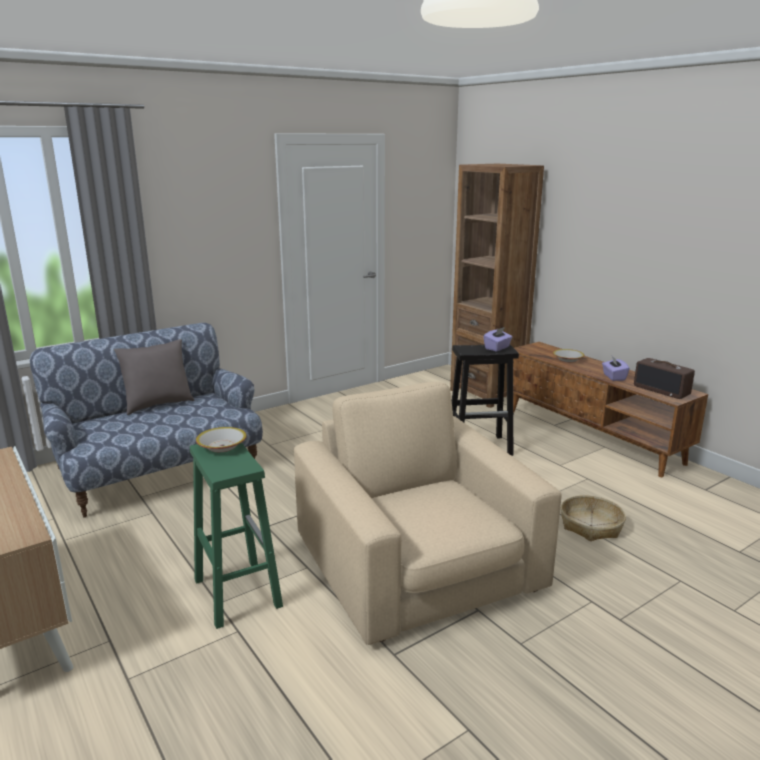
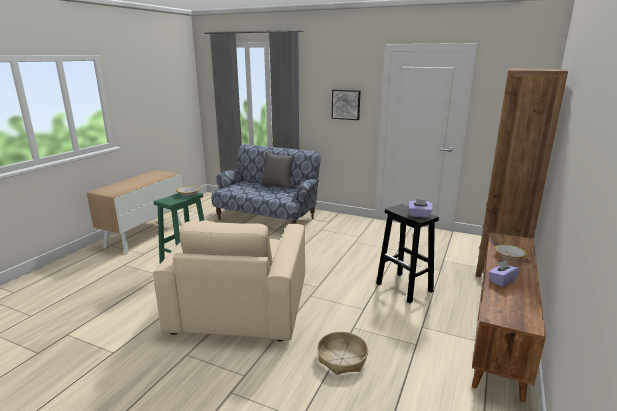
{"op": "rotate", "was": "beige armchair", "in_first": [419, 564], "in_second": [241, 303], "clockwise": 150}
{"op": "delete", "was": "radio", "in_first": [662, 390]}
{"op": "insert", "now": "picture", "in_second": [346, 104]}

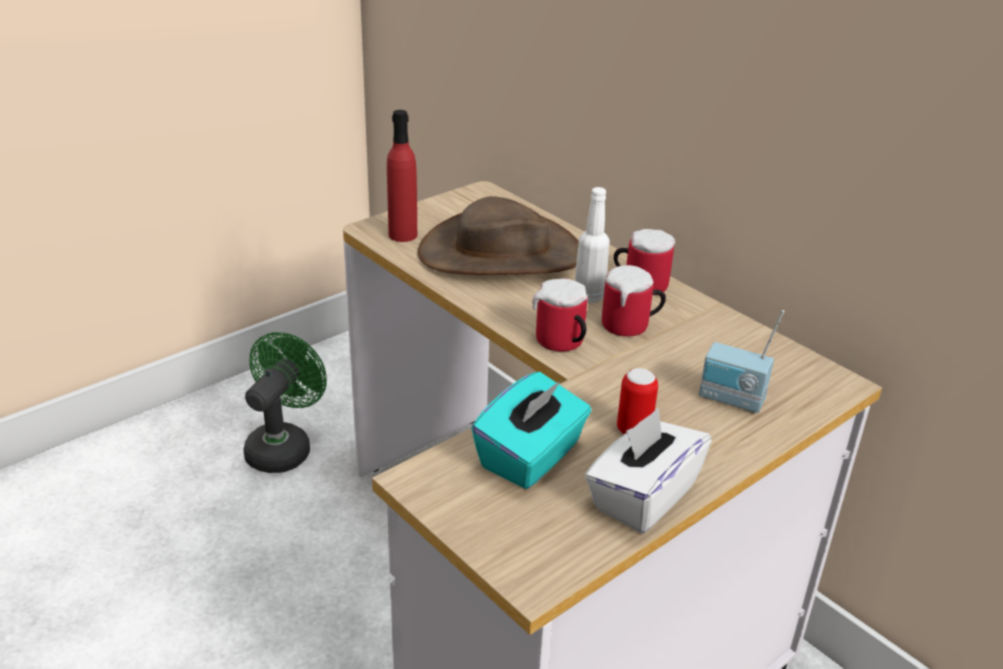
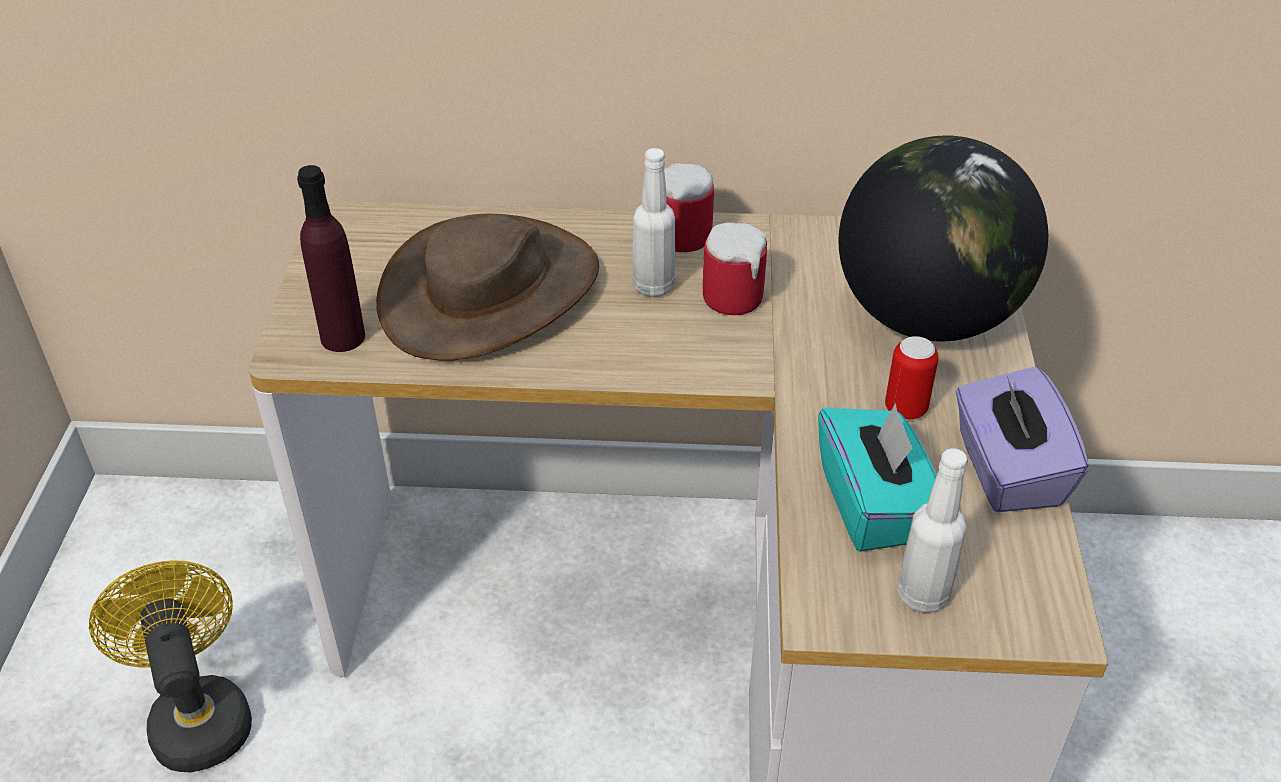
{"op": "recolor", "was": "green fan", "now": "yellow fan", "in_first": [283, 446], "in_second": [197, 715]}
{"op": "recolor", "was": "red bottle", "now": "purple bottle", "in_first": [403, 235], "in_second": [343, 337]}
{"op": "delete", "was": "mug", "in_first": [561, 344]}
{"op": "recolor", "was": "white tissue box", "now": "purple tissue box", "in_first": [642, 497], "in_second": [1006, 471]}
{"op": "replace", "was": "radio", "now": "globe", "in_first": [731, 400], "in_second": [926, 317]}
{"op": "insert", "now": "white bottle", "in_second": [923, 595]}

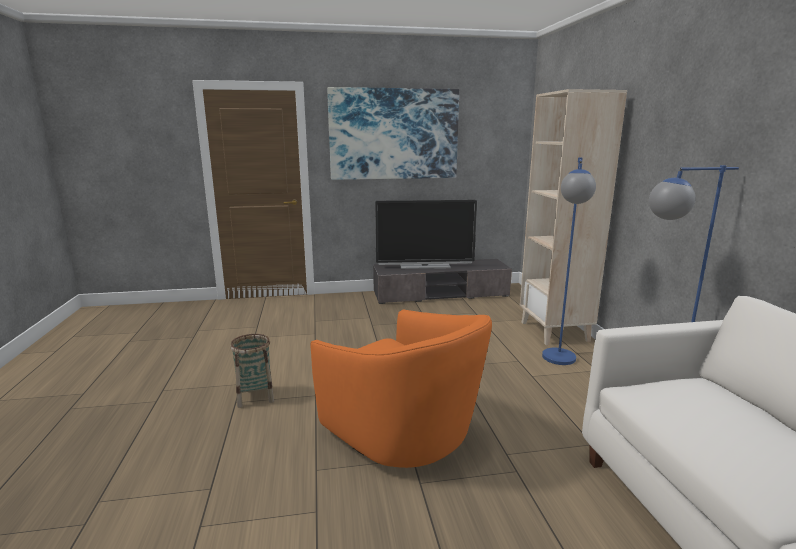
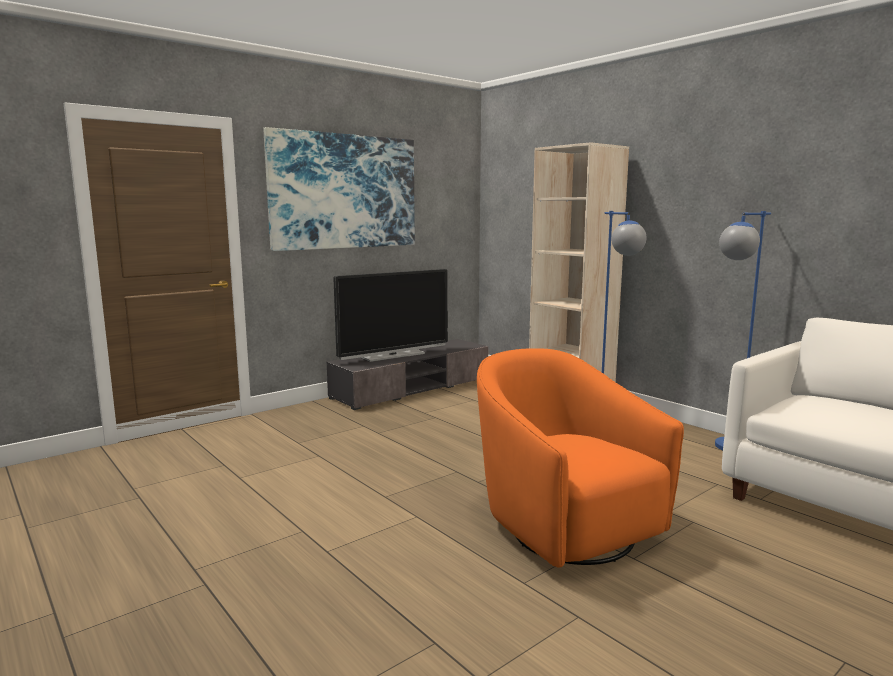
{"op": "delete", "was": "basket", "in_first": [255, 396]}
{"op": "rotate", "was": "orange armchair", "in_first": [403, 436], "in_second": [563, 525], "clockwise": -135}

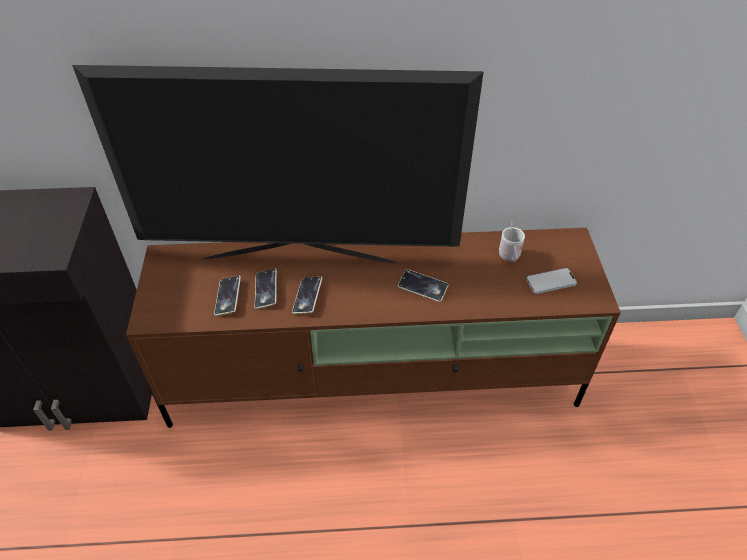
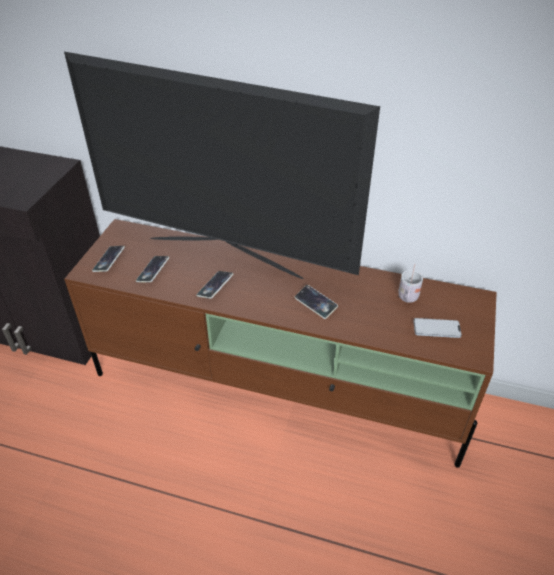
{"op": "move", "was": "phone", "in_first": [266, 290], "in_second": [109, 260]}

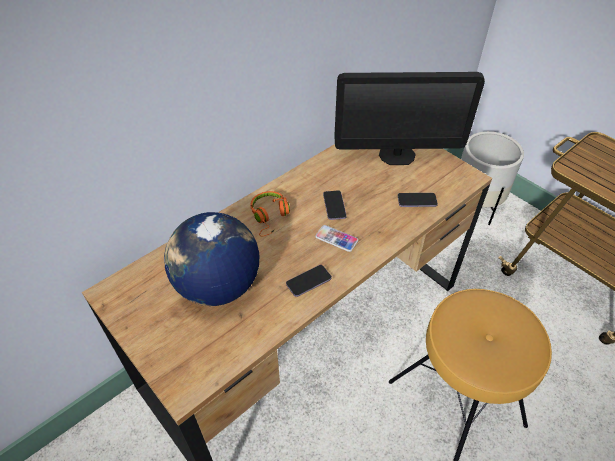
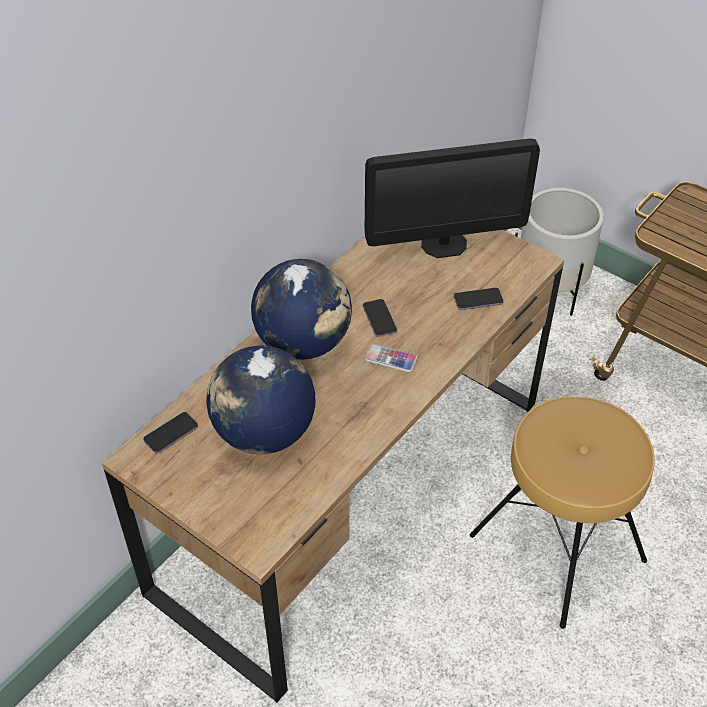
{"op": "replace", "was": "orange headphones", "now": "globe", "in_first": [270, 217], "in_second": [304, 343]}
{"op": "move", "was": "phone", "in_first": [308, 281], "in_second": [171, 434]}

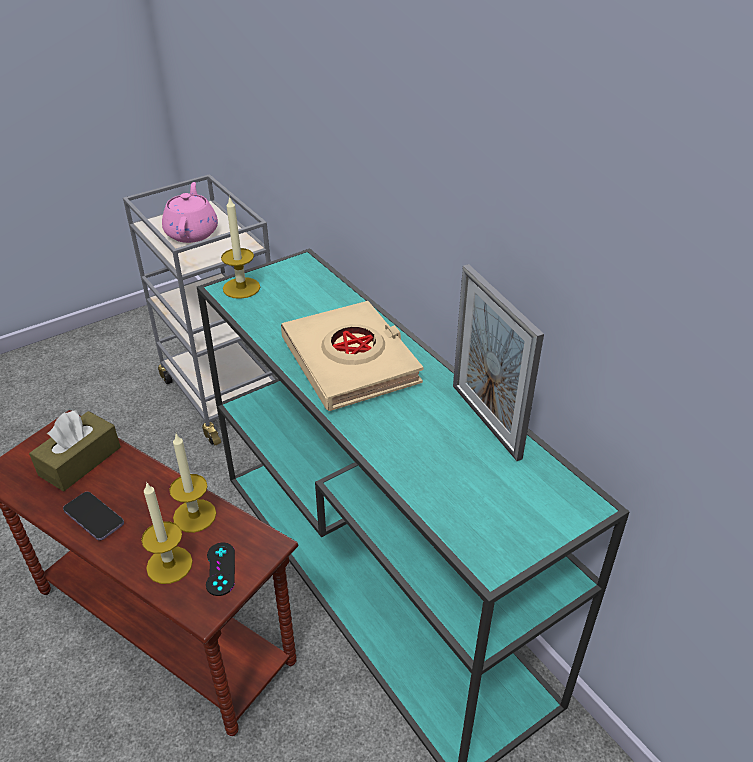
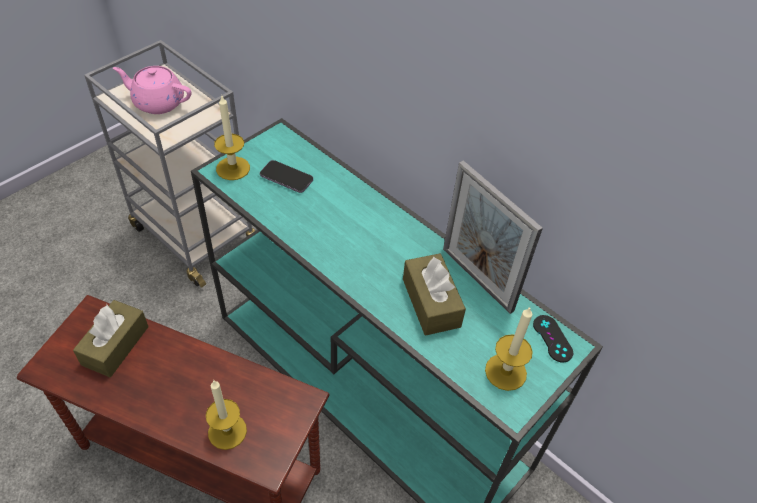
{"op": "move", "was": "phone", "in_first": [94, 517], "in_second": [286, 178]}
{"op": "rotate", "was": "pink teapot", "in_first": [192, 232], "in_second": [158, 102], "clockwise": -60}
{"op": "move", "was": "candle", "in_first": [194, 515], "in_second": [505, 372]}
{"op": "move", "was": "black game controller", "in_first": [220, 569], "in_second": [552, 338]}
{"op": "delete", "was": "beige book", "in_first": [351, 362]}
{"op": "insert", "now": "brown tissue box", "in_second": [431, 302]}

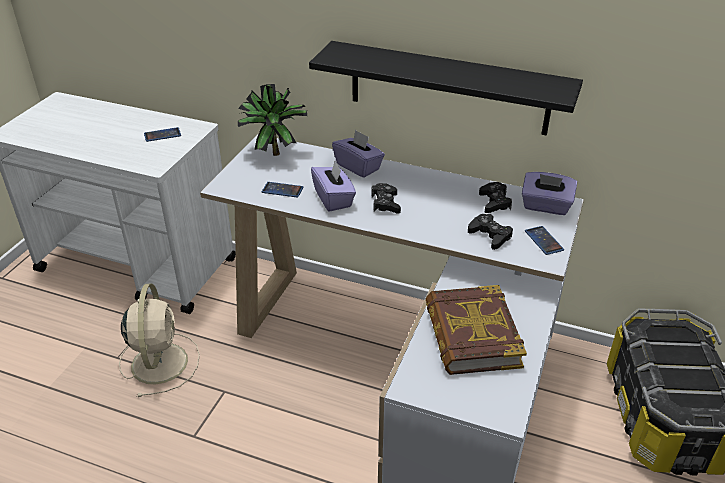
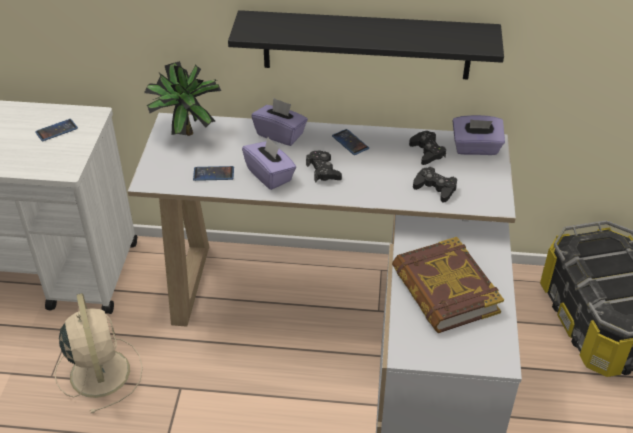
{"op": "move", "was": "phone", "in_first": [544, 241], "in_second": [350, 142]}

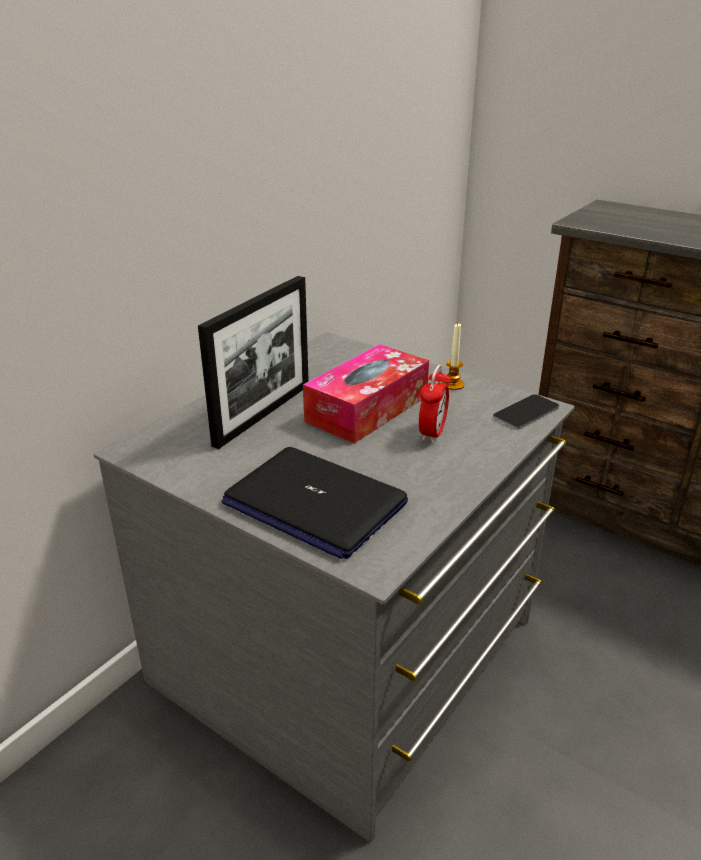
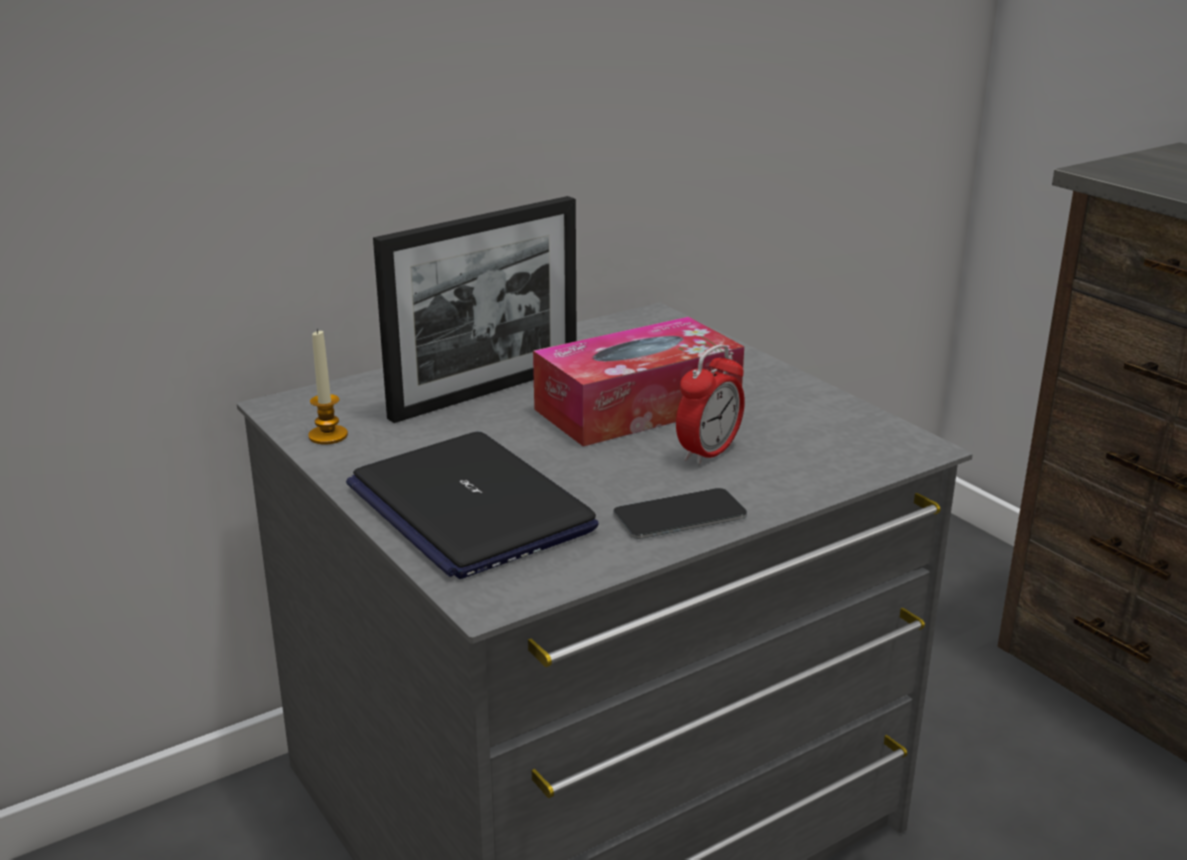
{"op": "move", "was": "candle", "in_first": [452, 385], "in_second": [328, 436]}
{"op": "move", "was": "phone", "in_first": [526, 412], "in_second": [679, 515]}

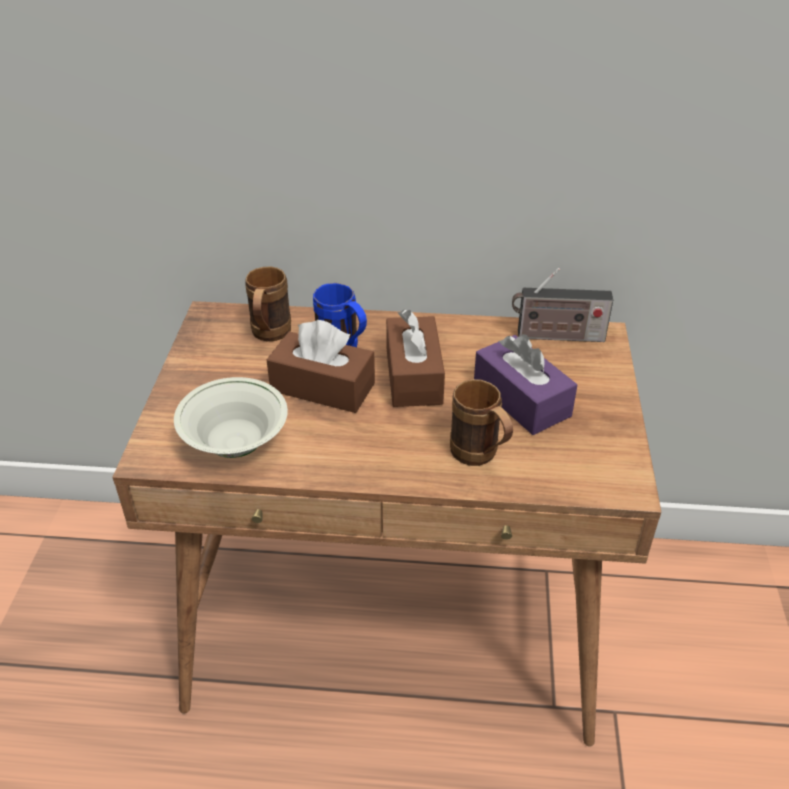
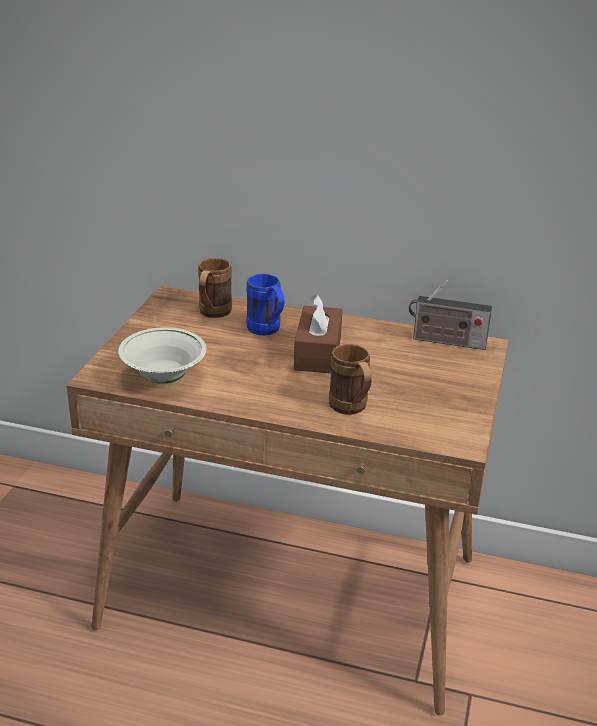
{"op": "delete", "was": "brown tissue box", "in_first": [322, 387]}
{"op": "delete", "was": "purple tissue box", "in_first": [521, 399]}

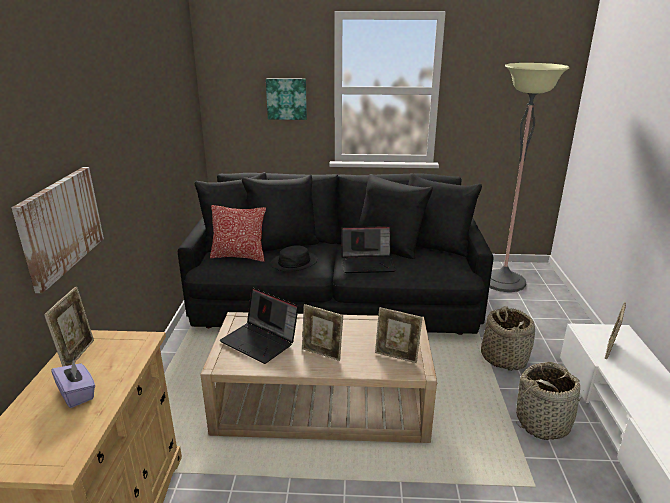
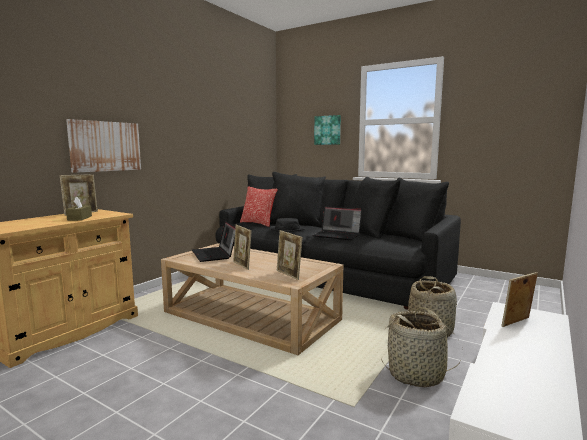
{"op": "delete", "was": "purple tissue box", "in_first": [77, 394]}
{"op": "delete", "was": "floor lamp", "in_first": [503, 281]}
{"op": "insert", "now": "brown tissue box", "in_second": [79, 218]}

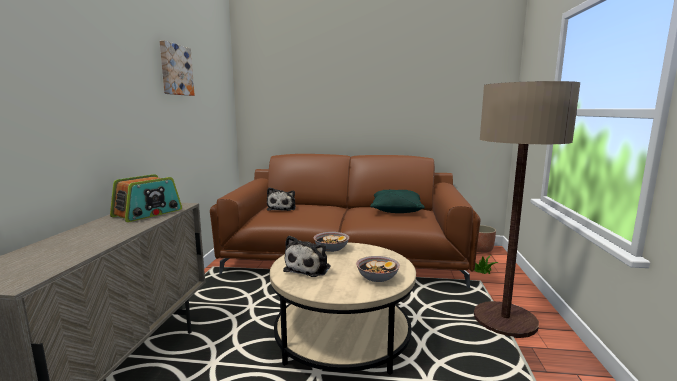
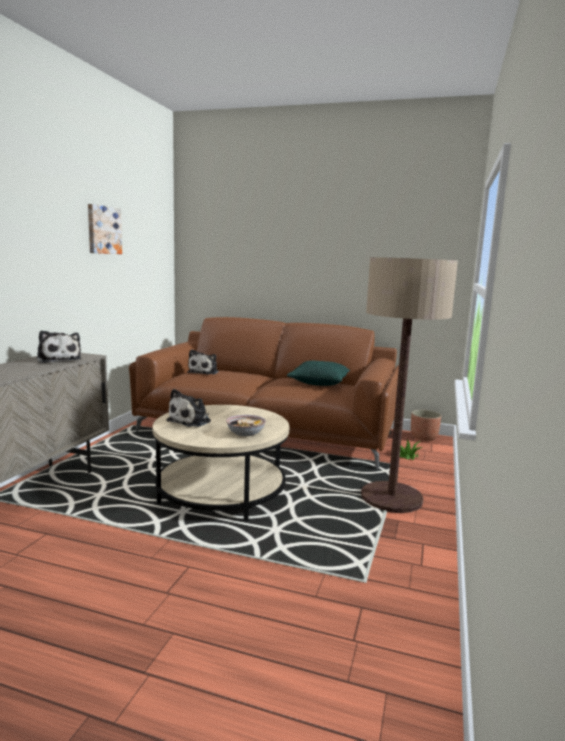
{"op": "replace", "was": "radio", "now": "plush toy", "in_first": [148, 213], "in_second": [58, 359]}
{"op": "delete", "was": "bowl", "in_first": [331, 248]}

